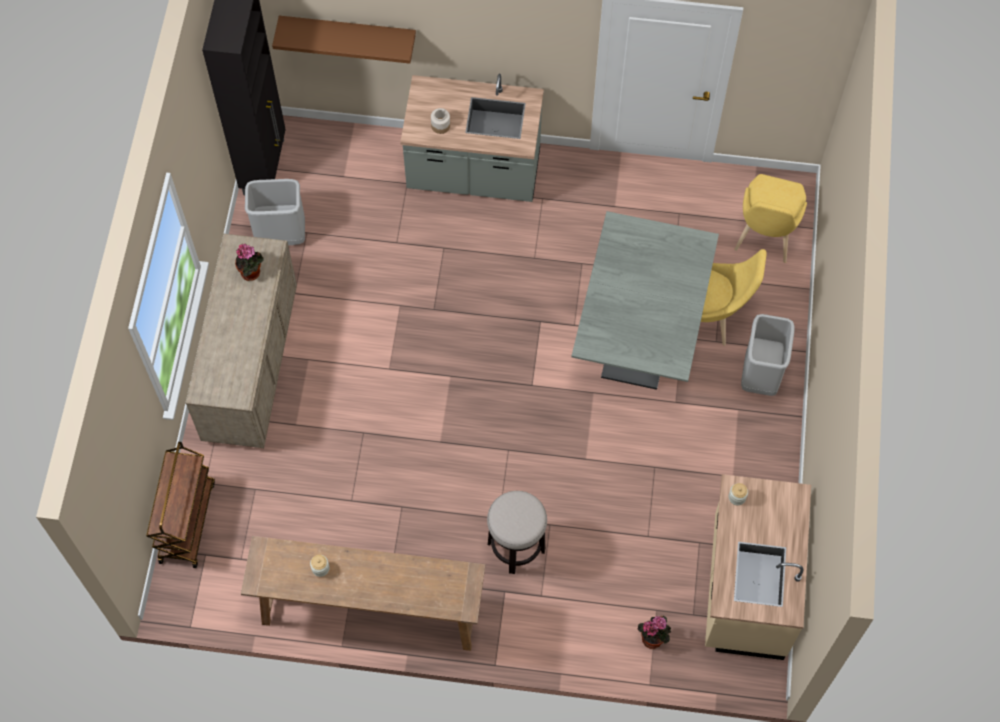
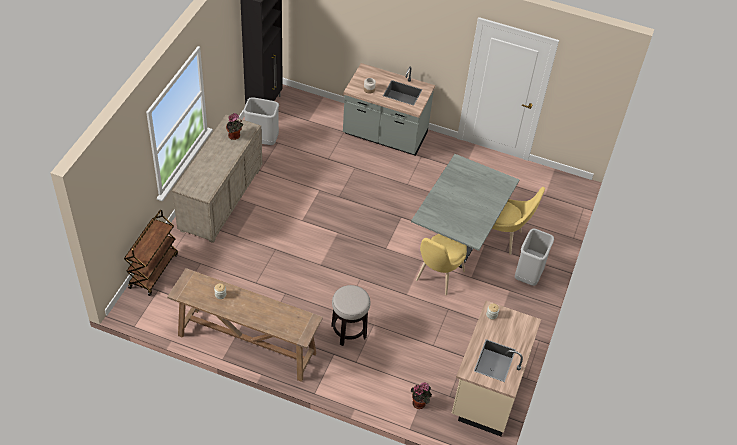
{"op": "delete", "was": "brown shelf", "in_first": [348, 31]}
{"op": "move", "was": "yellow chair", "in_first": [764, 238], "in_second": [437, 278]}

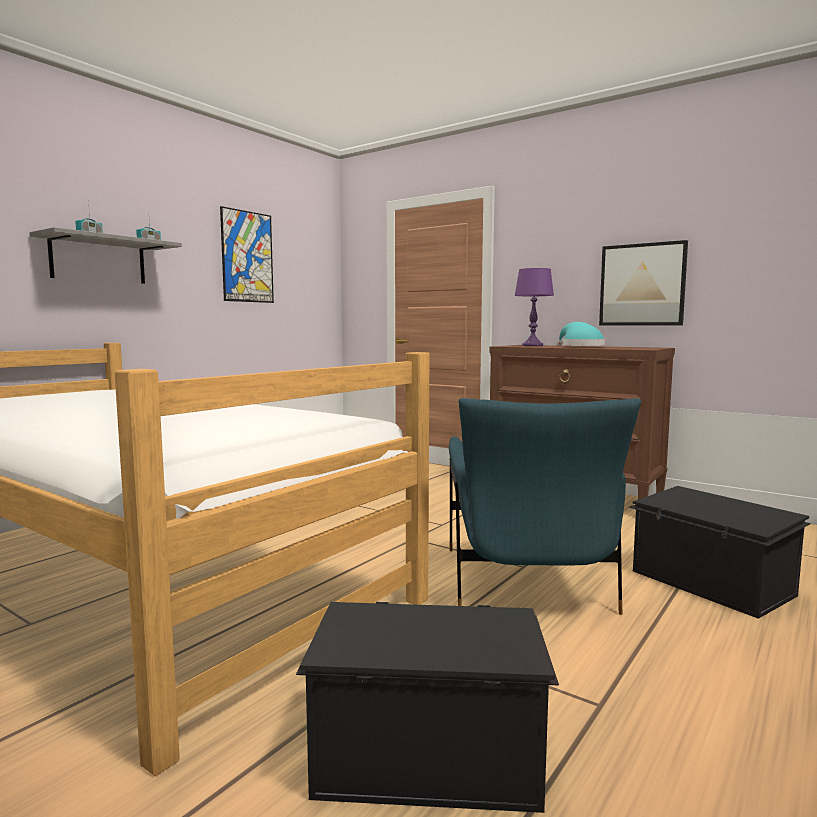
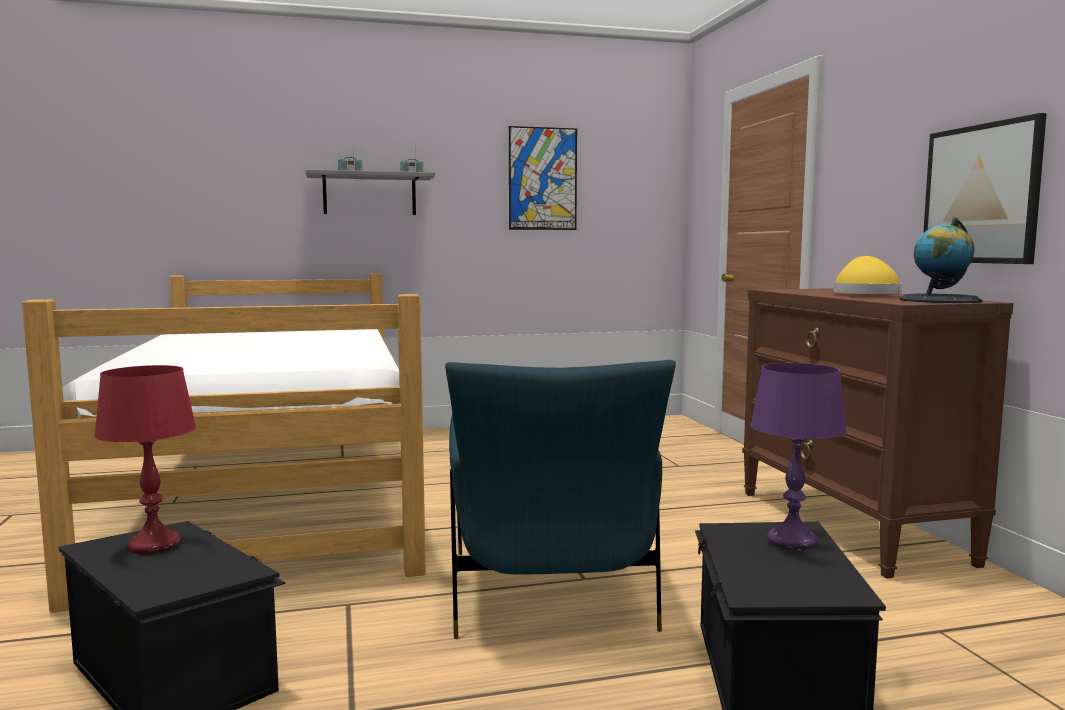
{"op": "rotate", "was": "blue armchair", "in_first": [526, 582], "in_second": [549, 593], "clockwise": -45}
{"op": "move", "was": "purple table lamp", "in_first": [532, 345], "in_second": [792, 541]}
{"op": "recolor", "was": "turquoise hat", "now": "yellow hat", "in_first": [580, 346], "in_second": [864, 294]}
{"op": "insert", "now": "red table lamp", "in_second": [154, 545]}
{"op": "insert", "now": "globe", "in_second": [940, 300]}

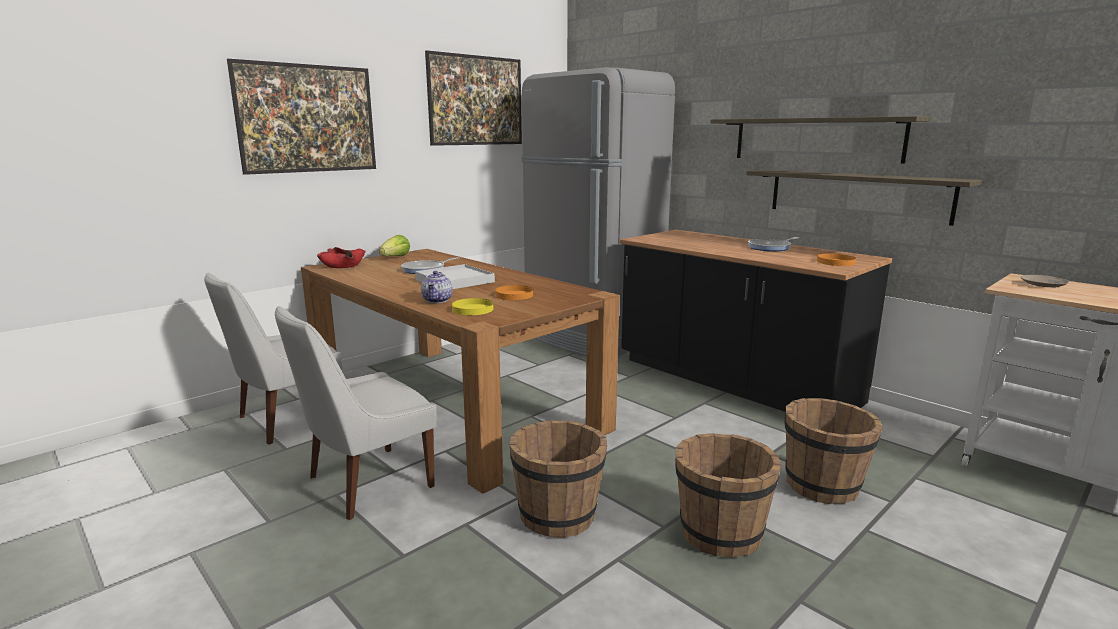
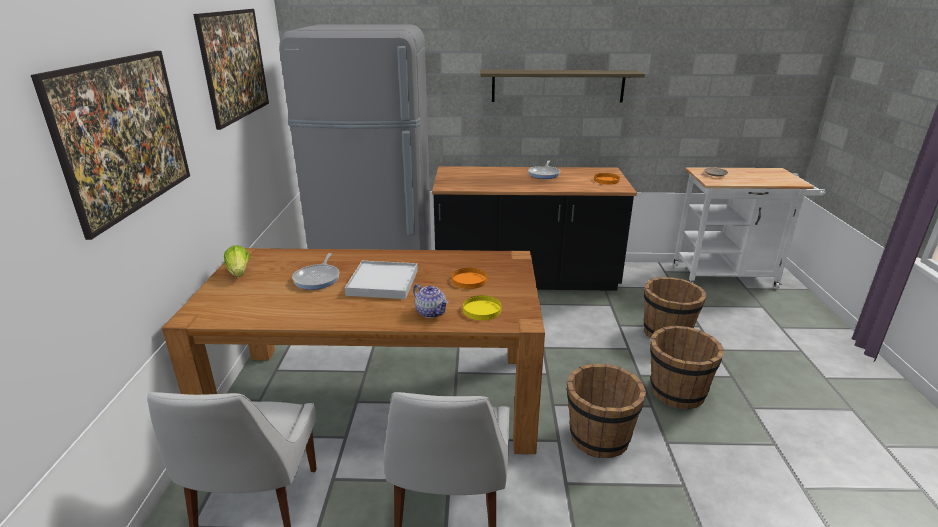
{"op": "delete", "was": "red bowl", "in_first": [343, 265]}
{"op": "delete", "was": "shelf", "in_first": [857, 195]}

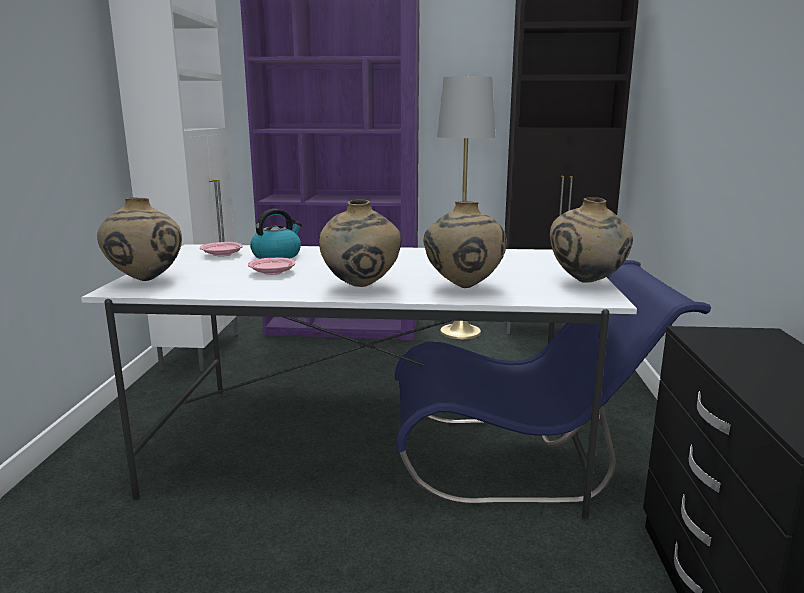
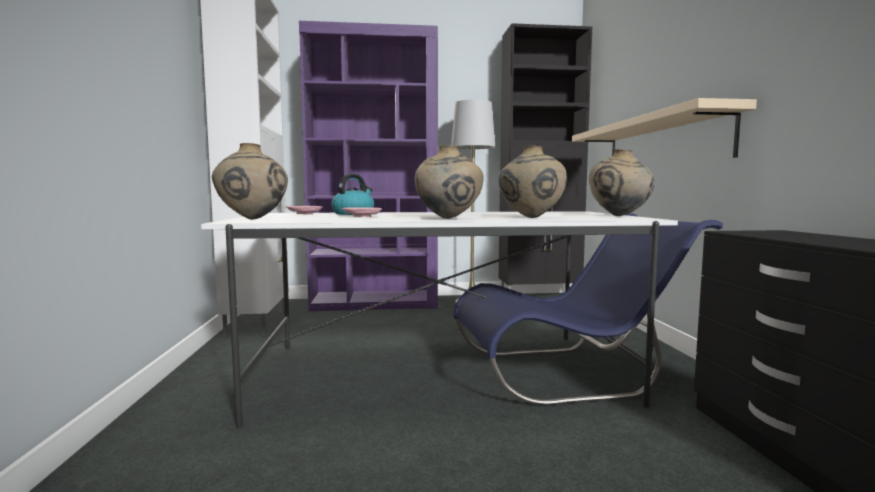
{"op": "insert", "now": "beige shelf", "in_second": [662, 143]}

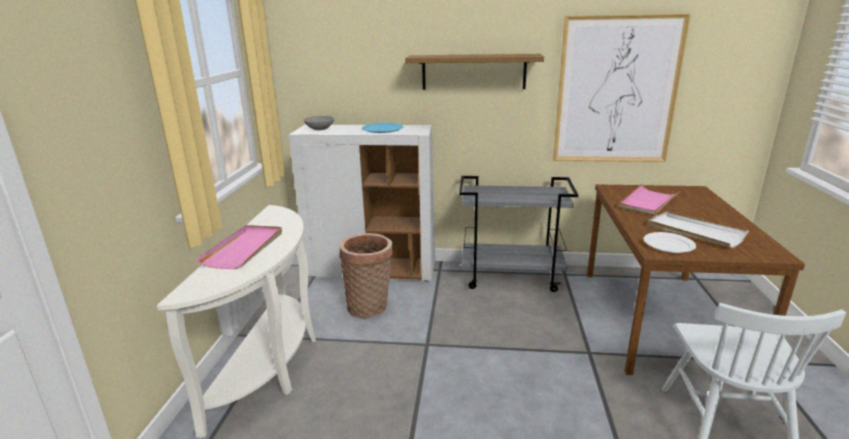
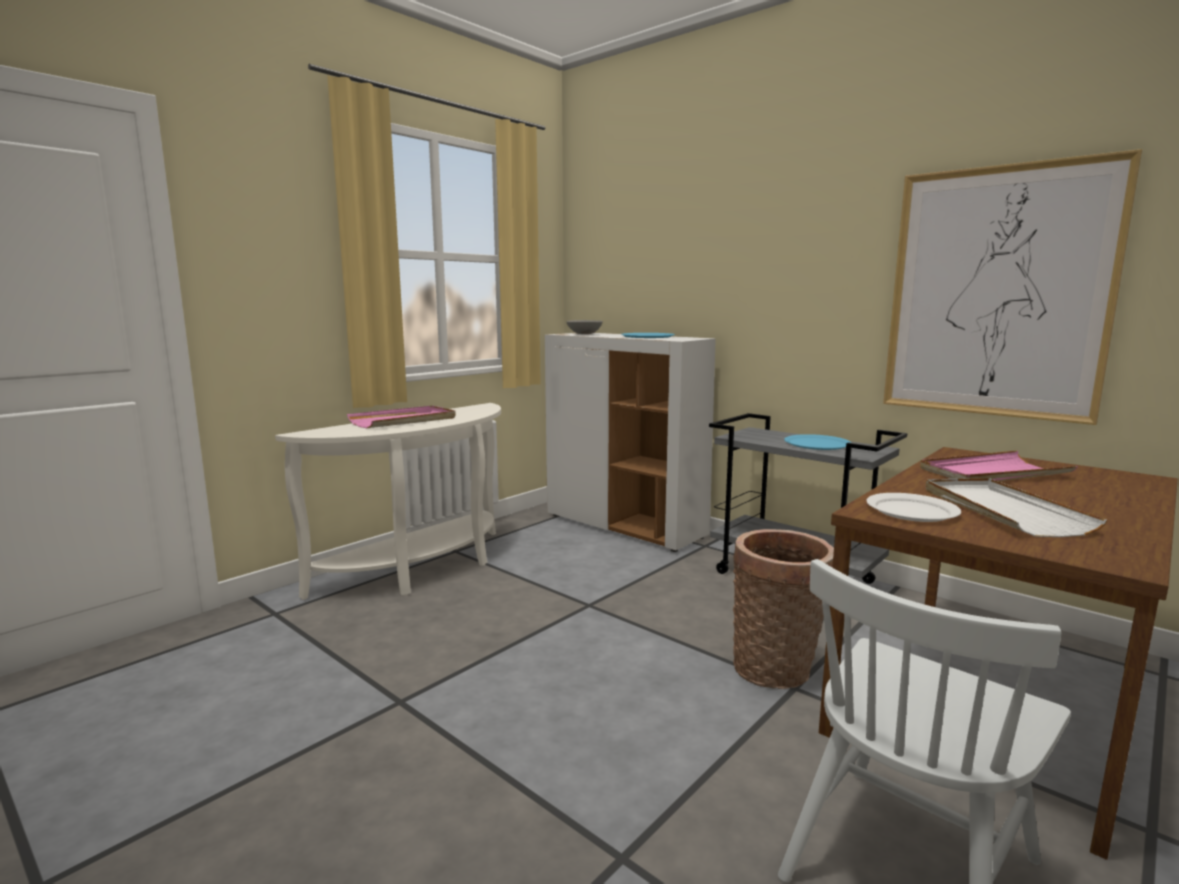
{"op": "move", "was": "basket", "in_first": [370, 307], "in_second": [776, 670]}
{"op": "delete", "was": "shelf", "in_first": [473, 72]}
{"op": "insert", "now": "blue plate", "in_second": [817, 443]}

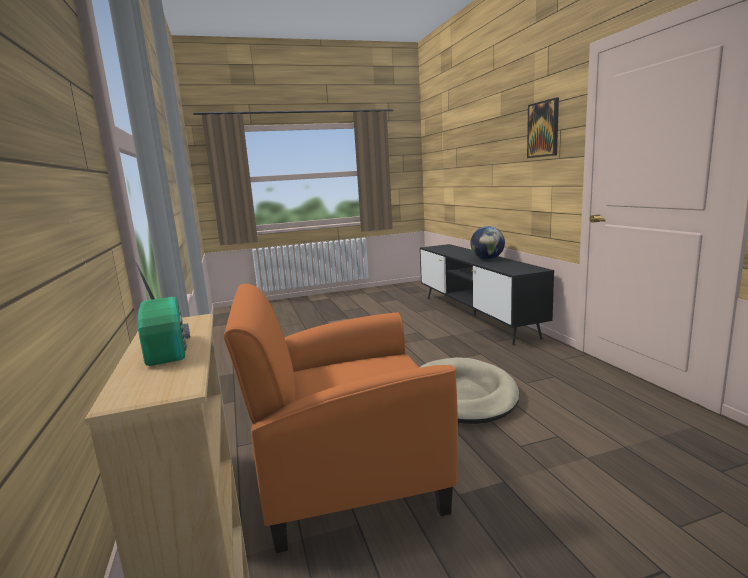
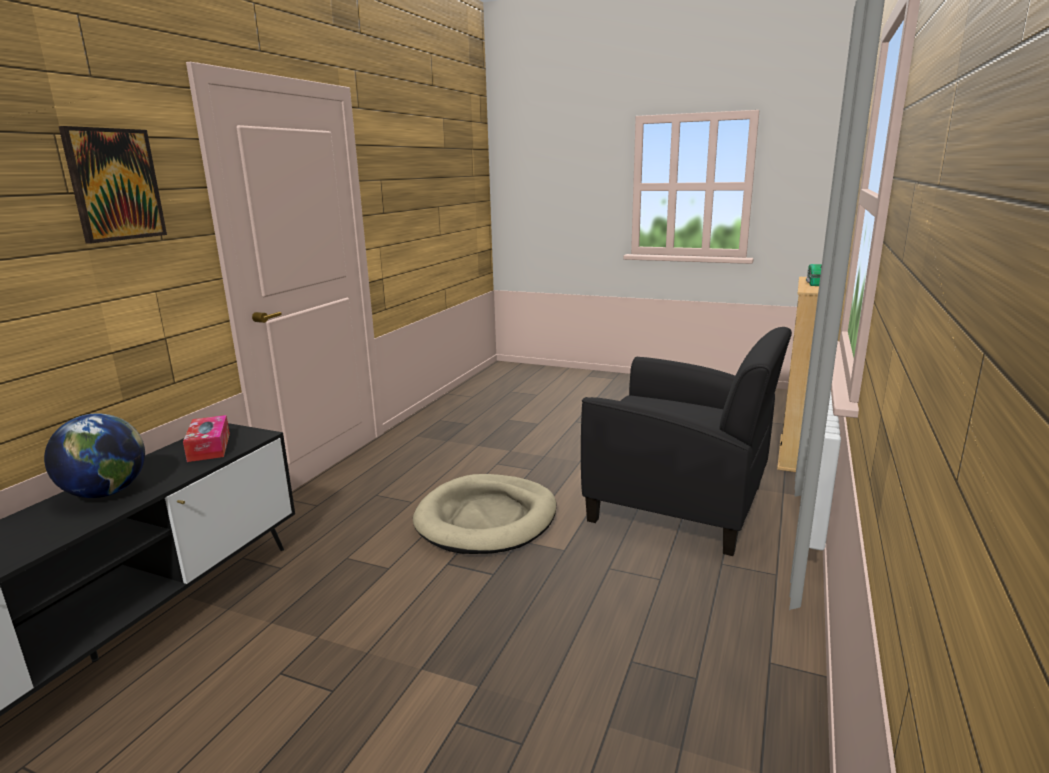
{"op": "recolor", "was": "orange armchair", "now": "black armchair", "in_first": [346, 476], "in_second": [680, 503]}
{"op": "insert", "now": "tissue box", "in_second": [209, 447]}

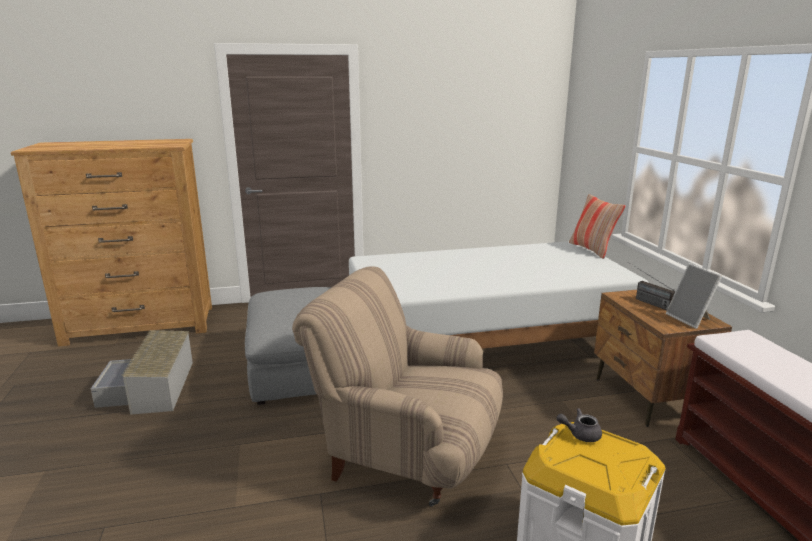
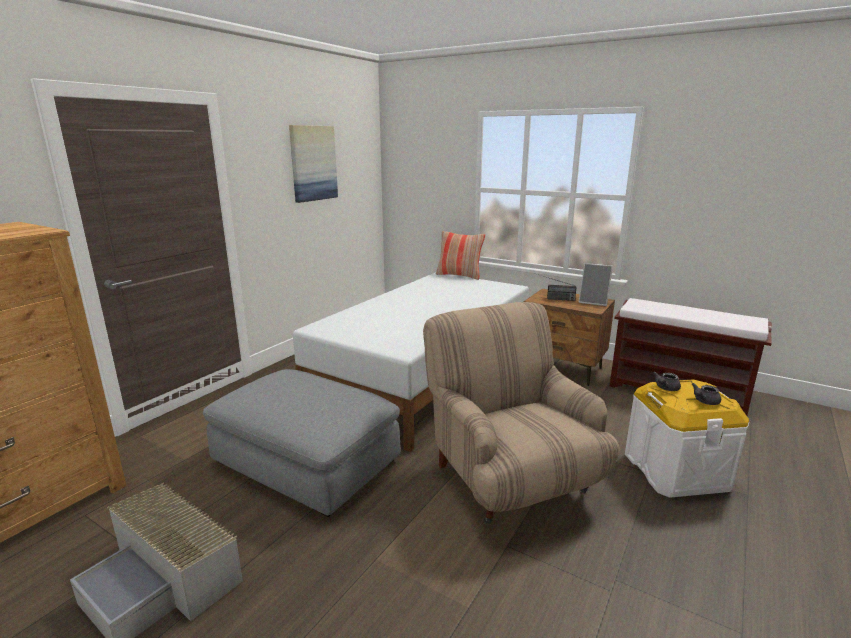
{"op": "rotate", "was": "beige armchair", "in_first": [406, 455], "in_second": [510, 479], "clockwise": 90}
{"op": "insert", "now": "picture", "in_second": [313, 163]}
{"op": "insert", "now": "grey teapot", "in_second": [704, 401]}

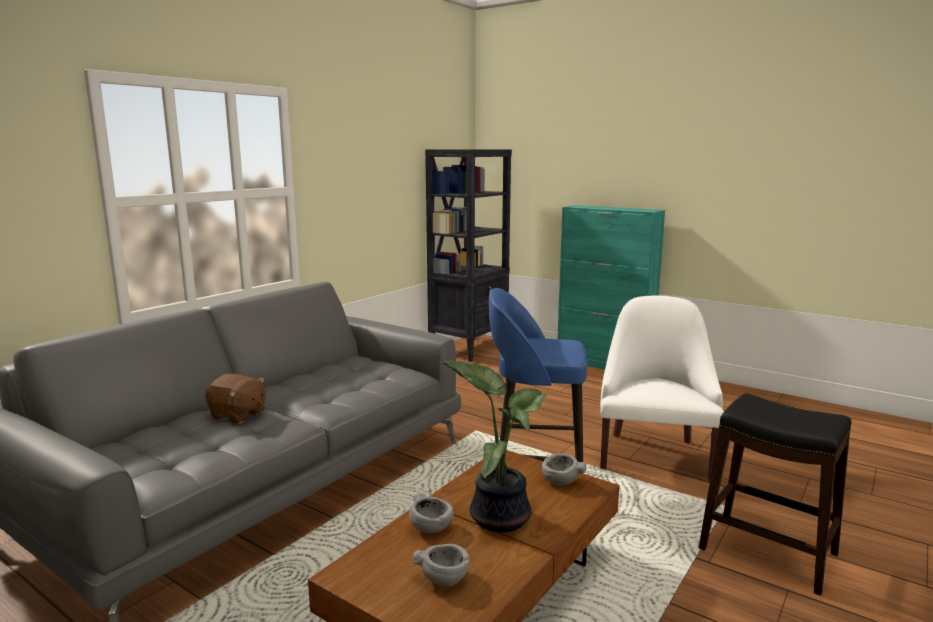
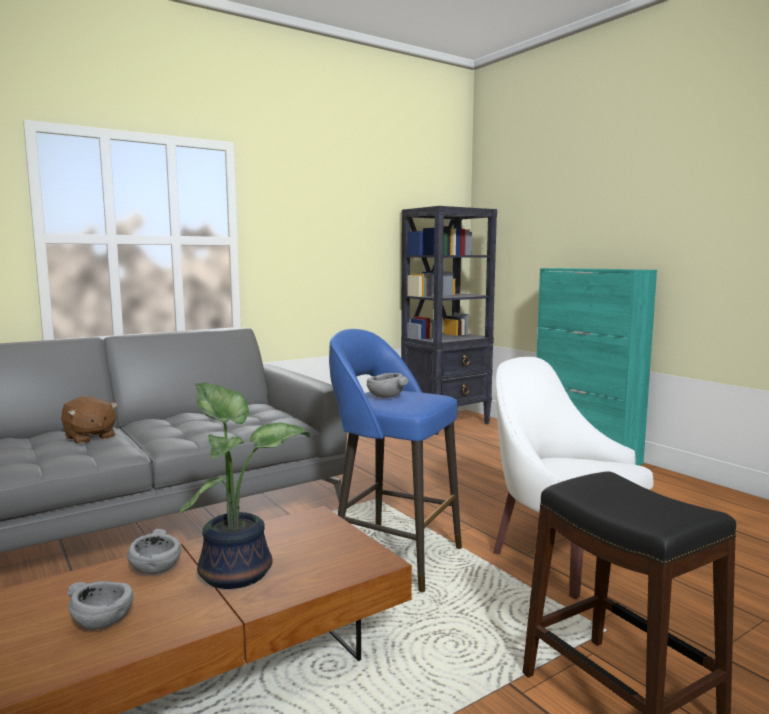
{"op": "move", "was": "grey bowl", "in_first": [560, 481], "in_second": [385, 397]}
{"op": "rotate", "was": "white armchair", "in_first": [653, 454], "in_second": [561, 553], "clockwise": -75}

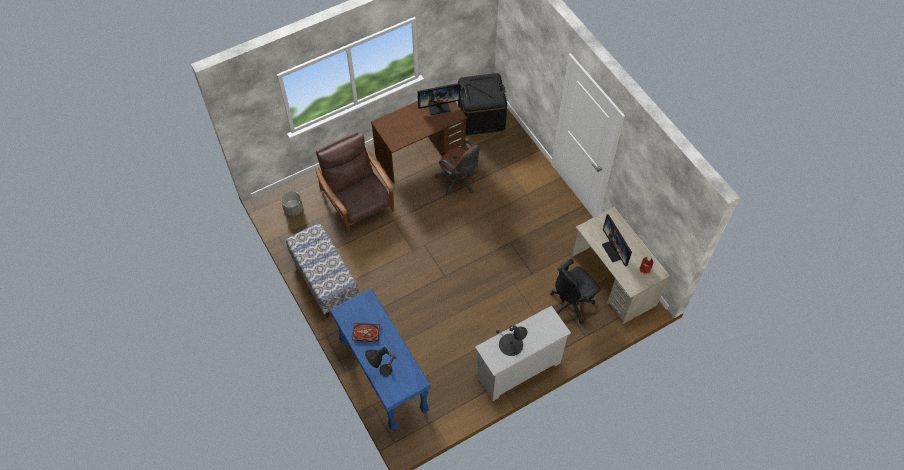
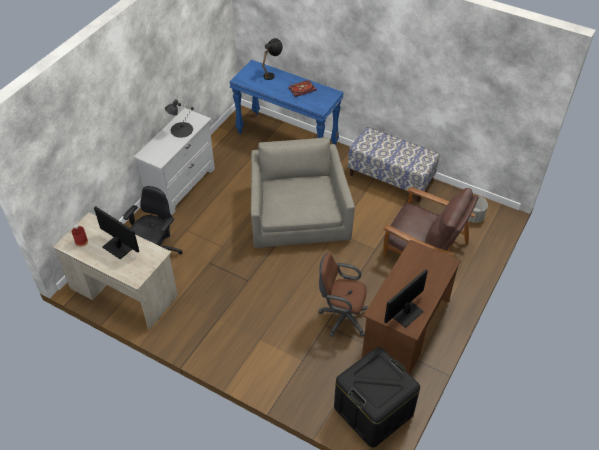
{"op": "insert", "now": "grey armchair", "in_second": [298, 213]}

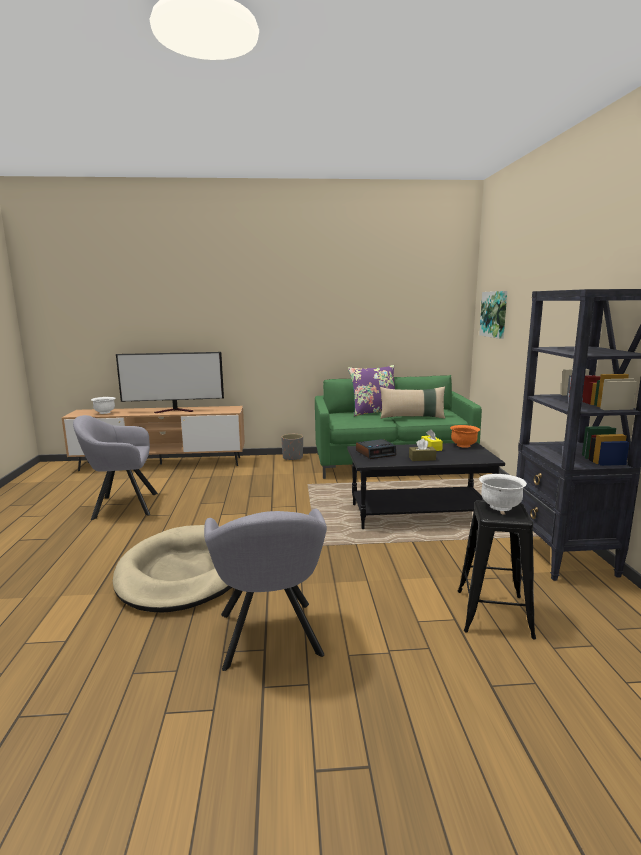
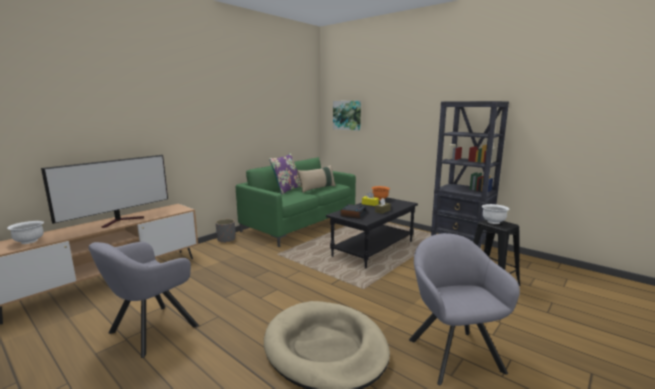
{"op": "rotate", "was": "grey armchair", "in_first": [269, 638], "in_second": [452, 351], "clockwise": -135}

